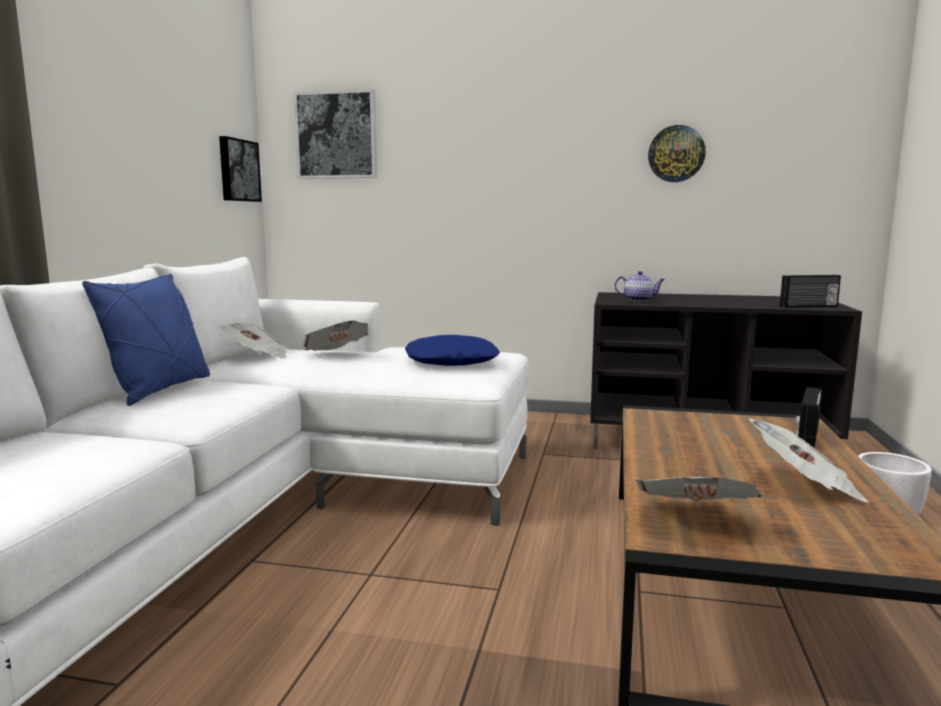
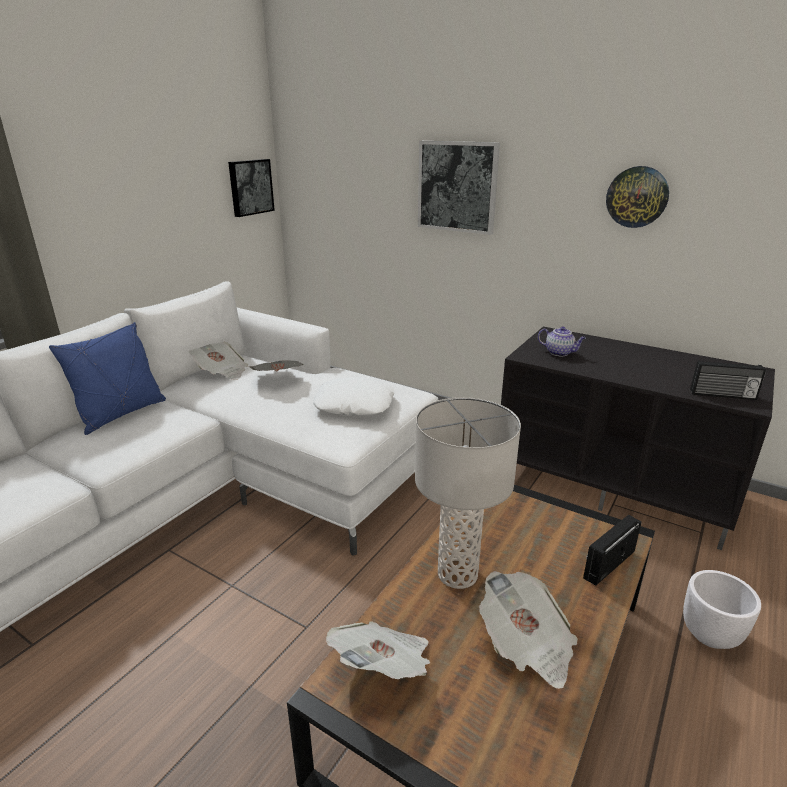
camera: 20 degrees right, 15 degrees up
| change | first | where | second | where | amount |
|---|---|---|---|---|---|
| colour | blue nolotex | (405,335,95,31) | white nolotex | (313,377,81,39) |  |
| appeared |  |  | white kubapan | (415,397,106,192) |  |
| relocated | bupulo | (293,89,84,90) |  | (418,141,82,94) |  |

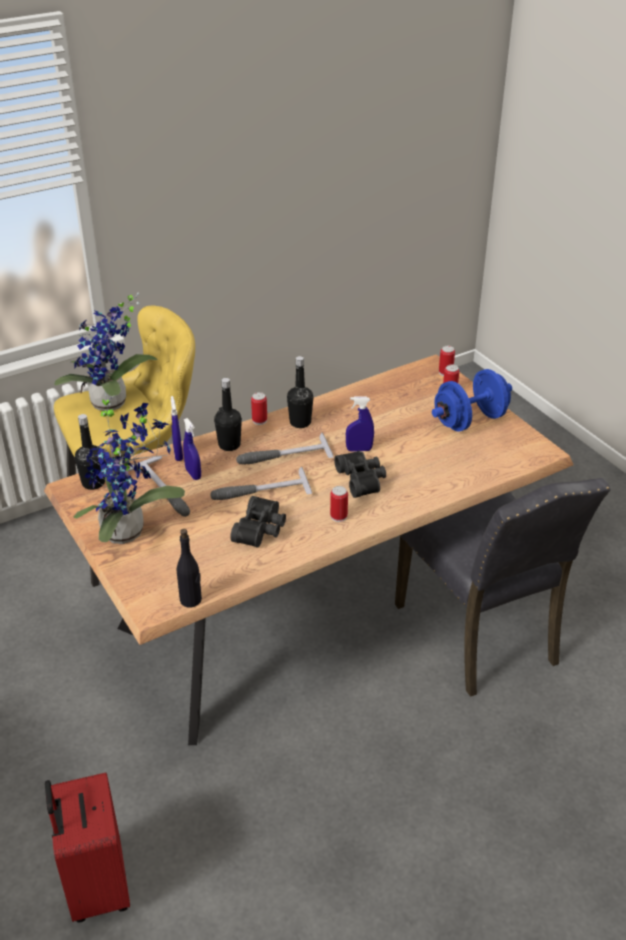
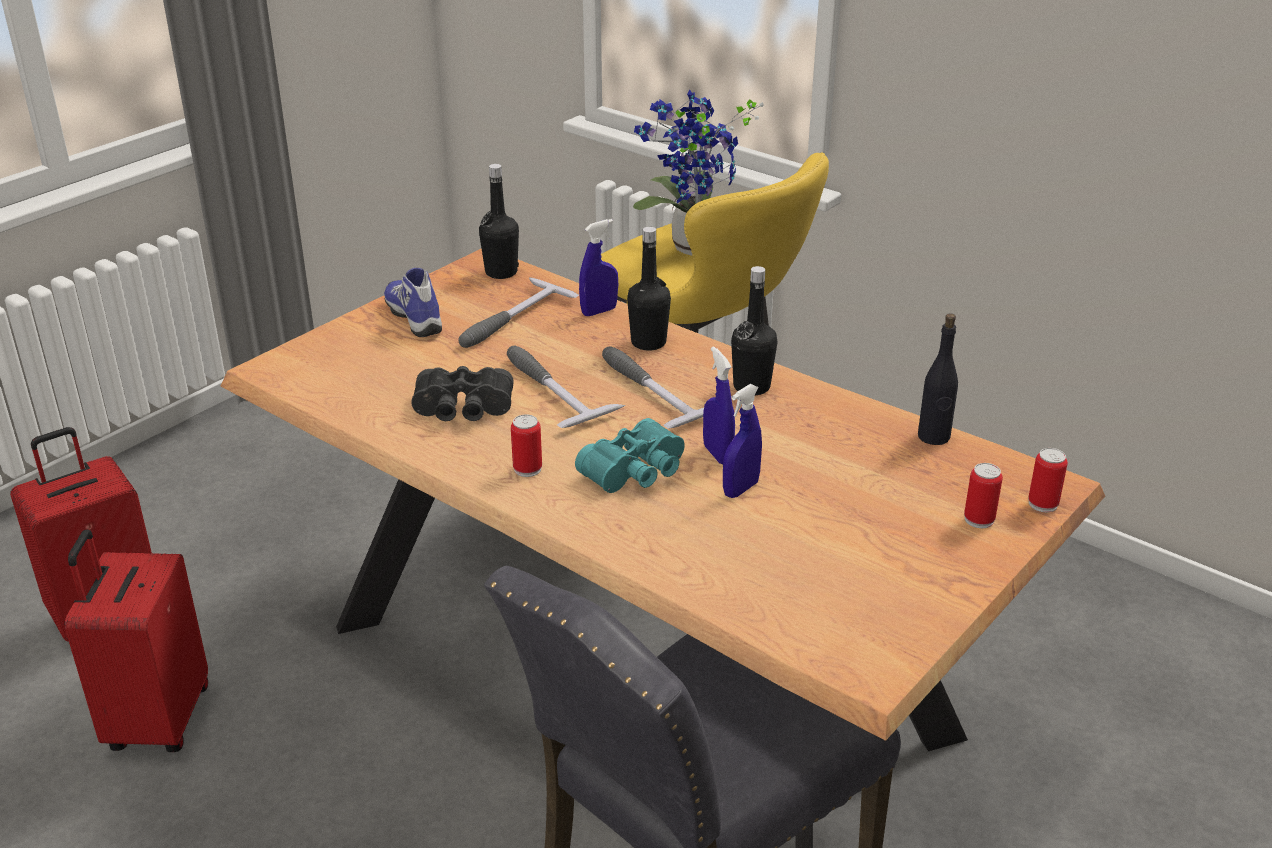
camera: 70 degrees right, 5 degrees down
| change | first | where | second | where | amount |
|---|---|---|---|---|---|
| appeared |  |  | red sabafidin | (65,530,143,222) |  |
| exchanged | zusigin | (74,393,111,151) | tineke | (384,268,58,69) |  |
| colour | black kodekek | (334,451,52,47) | turquoise kodekek | (575,418,110,75) |  |
| relocated | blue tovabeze | (183,418,18,62) |  | (723,384,39,114) |  |
| relocated | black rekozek | (177,529,25,79) |  | (918,313,40,132) |  |
| missing | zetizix | (251,392,16,33) |  |  |  |
| missing | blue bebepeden | (432,369,80,63) |  |  |  |

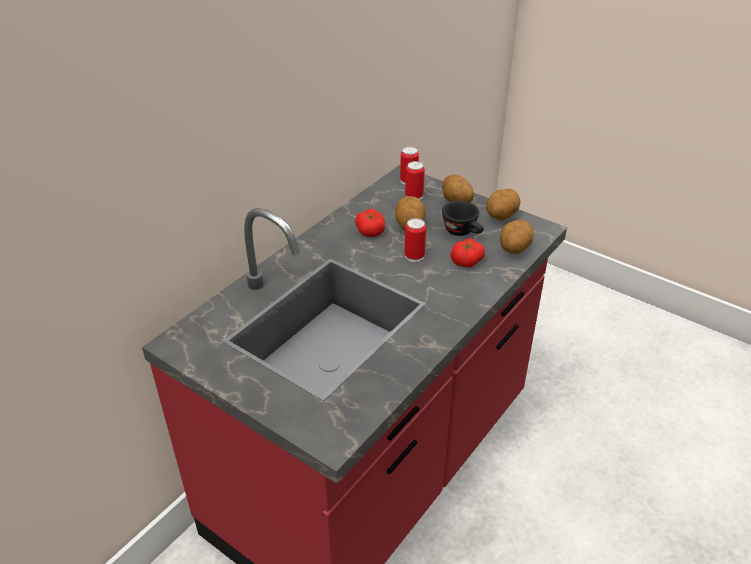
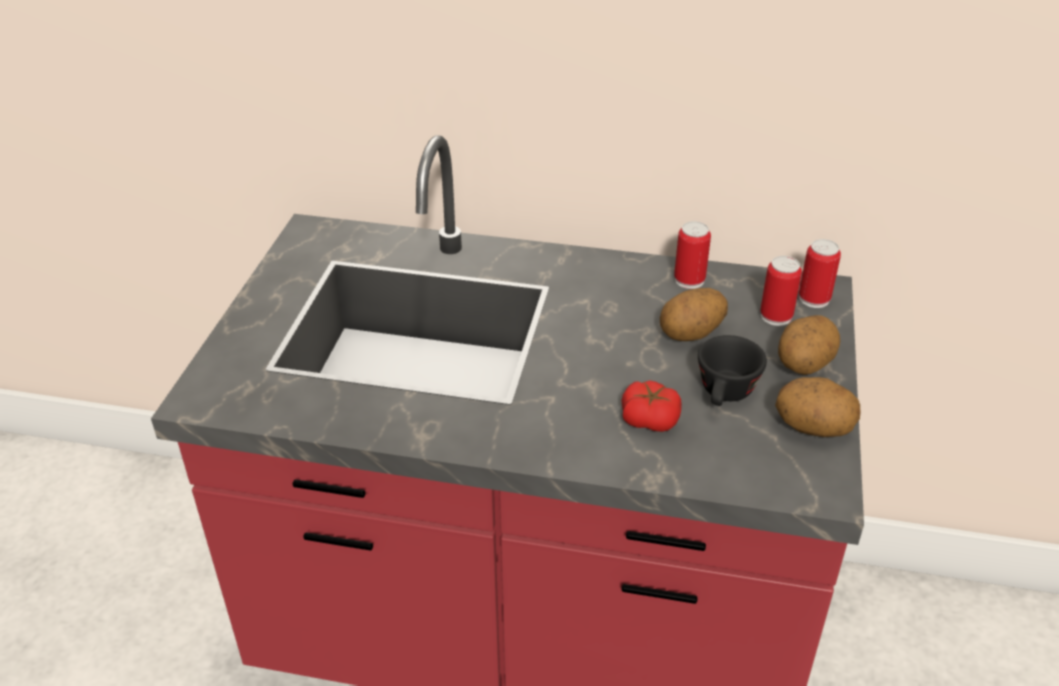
camera: 65 degrees right, 0 degrees up
| change | first | where | second | where | amount |
|---|---|---|---|---|---|
| relocated | zetizix | (405,218,21,44) |  | (674,221,37,68) |  |
| missing | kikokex | (355,209,30,28) |  |  |  |
| missing | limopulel | (500,219,34,35) |  |  |  |

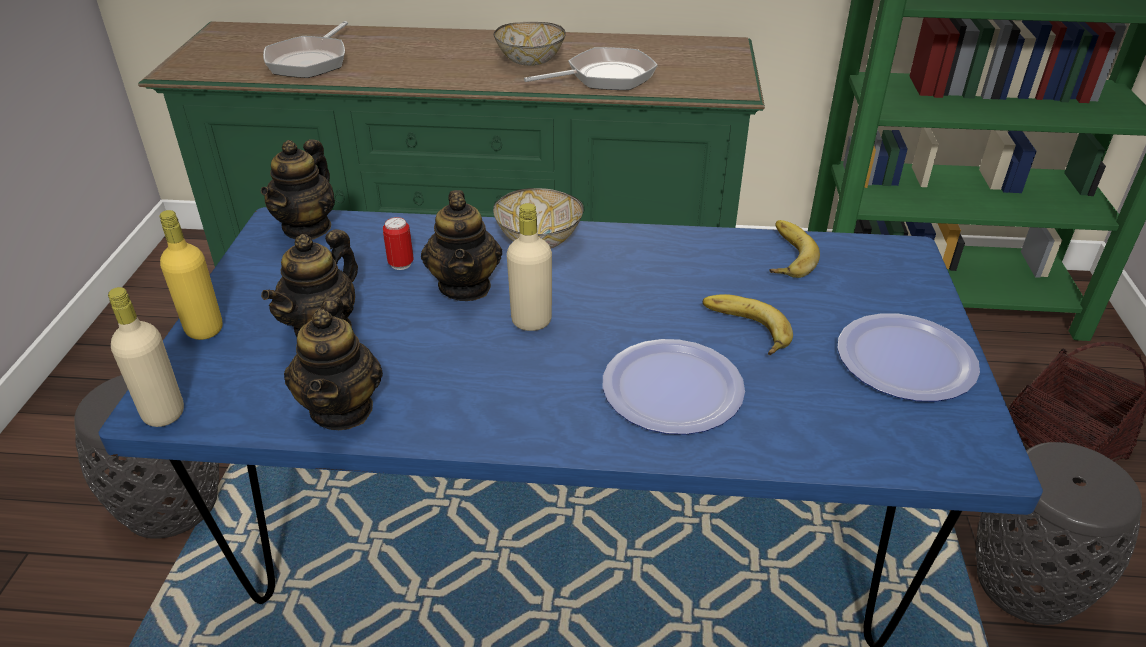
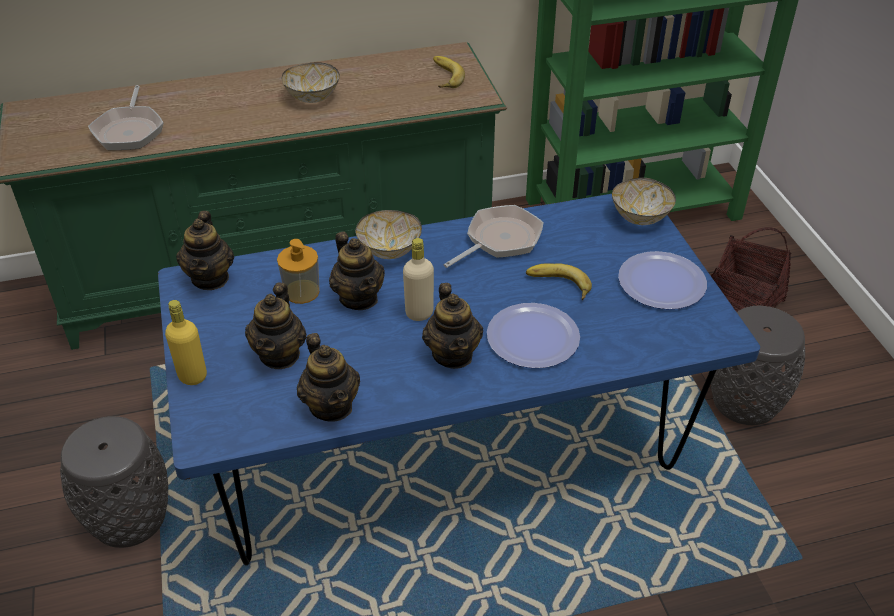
camera: 20 degrees left, 5 degrees up
| change | first | where | second | where | amount |
|---|---|---|---|---|---|
| exchanged | zetizix | (383,217,31,53) | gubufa | (277,239,43,65) |  |
| appeared |  |  | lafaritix | (422,283,61,86) |  |
| relocated | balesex | (769,220,51,58) |  | (433,56,32,32) |  |
| relocated | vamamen | (524,47,134,43) |  | (444,205,100,63) |  |
| appeared |  |  | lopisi | (612,178,64,47) |  |
| missing | beige rekozek | (108,287,76,140) |  |  |  |

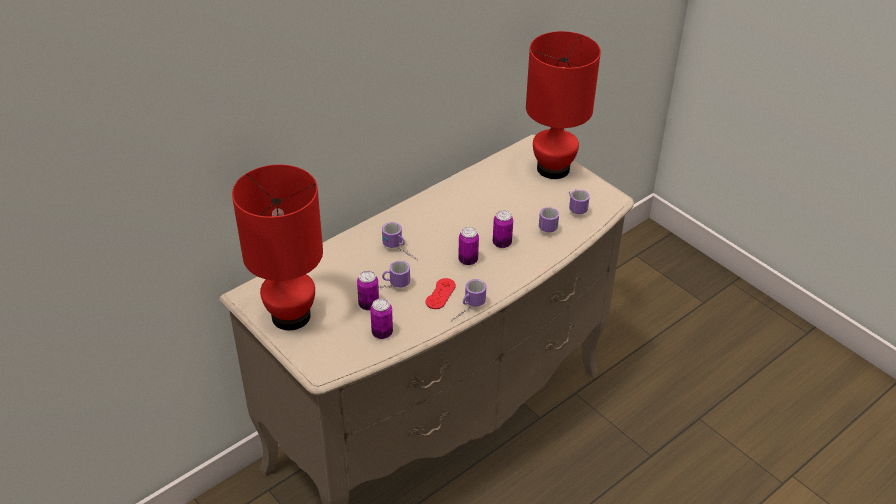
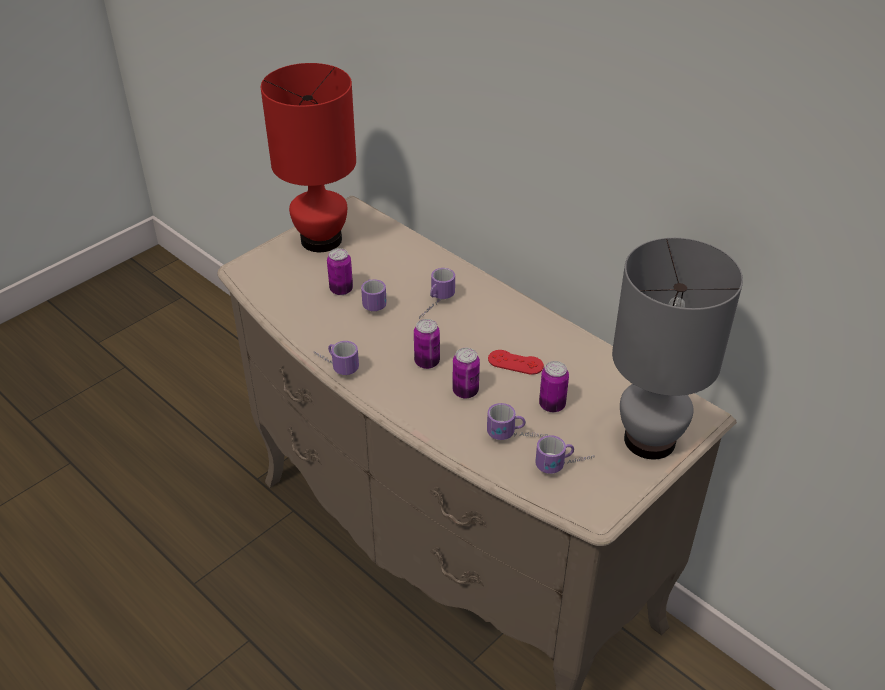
camera: 85 degrees right, 0 degrees up
| change | first | where | second | where | amount |
|---|---|---|---|---|---|
| relocated | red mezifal | (426,278,30,31) |  | (488,350,56,25) |  |
| relocated | zetizix | (370,298,23,41) |  | (539,361,30,51) |  |
| colour | red kubapan | (526,31,75,148) | grey kubapan | (612,238,131,222) |  |

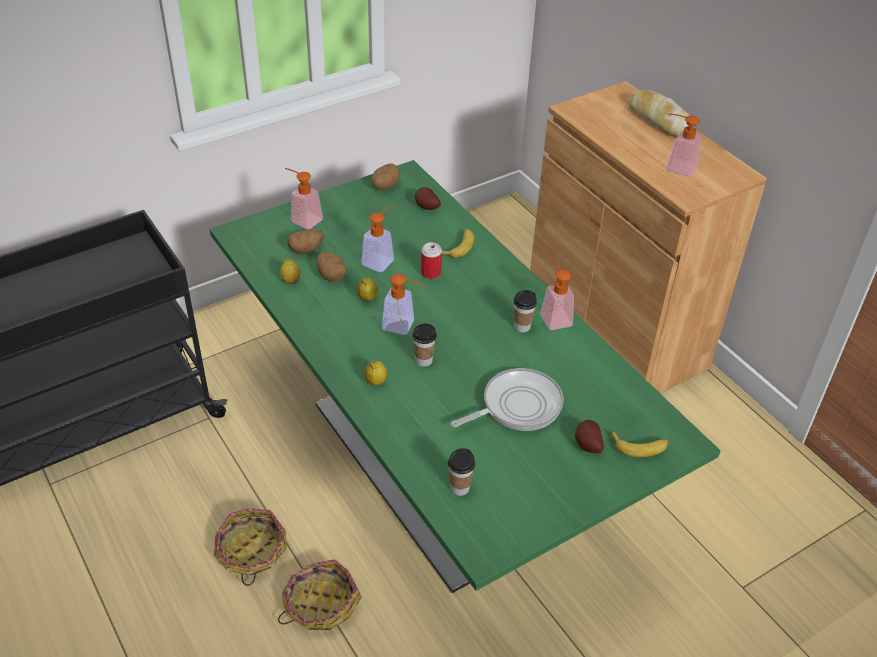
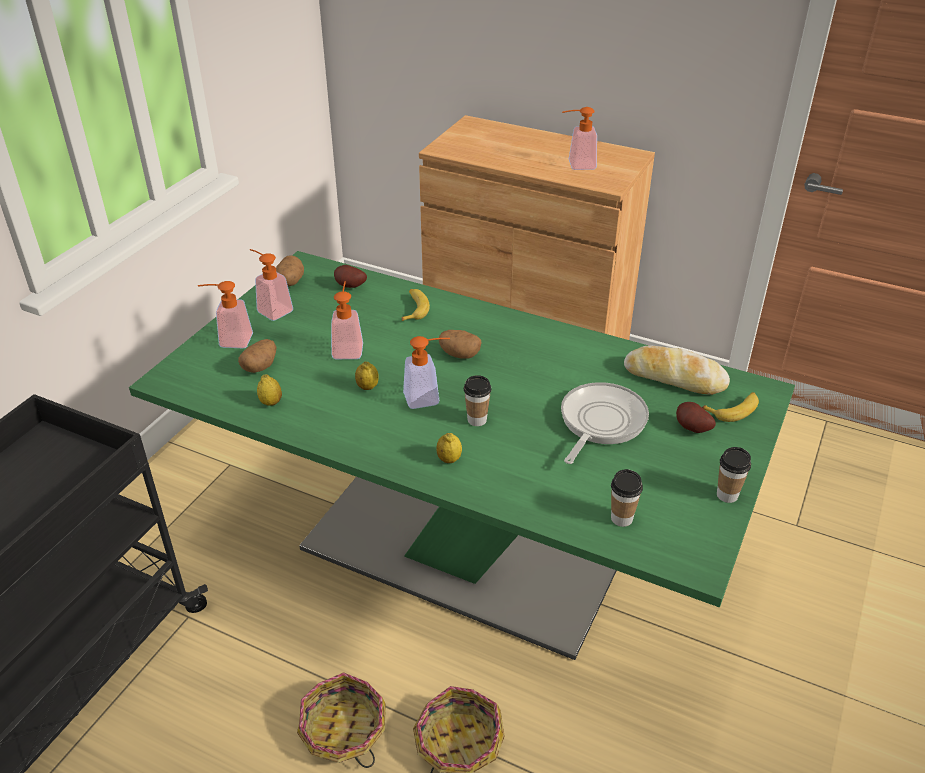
camera: 30 degrees left, 5 degrees down
| change | first | where | second | where | amount |
|---|---|---|---|---|---|
| relocated | gubufa | (540,259,34,71) |  | (250,249,43,72) |  |
| relocated | limopulel | (317,252,30,30) |  | (438,330,44,29) |  |
| relocated | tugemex | (629,90,61,47) |  | (624,346,106,49) |  |
| relocated | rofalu | (513,290,24,42) |  | (717,447,34,56) |  |
| missing | zetizix | (421,242,21,37) |  |  |  |

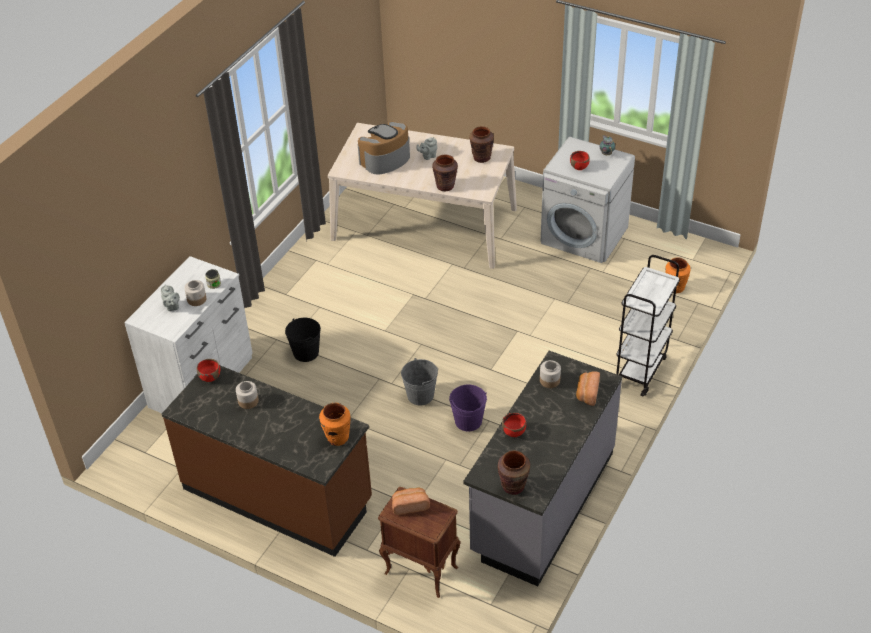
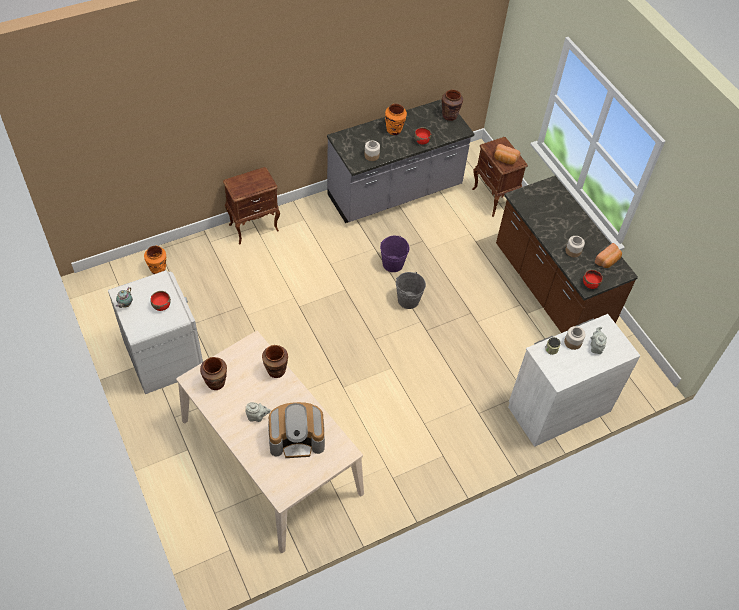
camera: 150 degrees left, 10 degrees up
| change | first | where | second | where | amount |
|---|---|---|---|---|---|
| exchanged | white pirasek | (616,255,64,142) | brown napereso | (223,167,57,78) |  |
| relocated | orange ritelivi | (319,403,32,43) |  | (385,104,22,31) |  |
| relocated | tugemex | (576,371,24,35) |  | (595,243,27,25) |  |
| missing | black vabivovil | (285,318,36,44) |  |  |  |

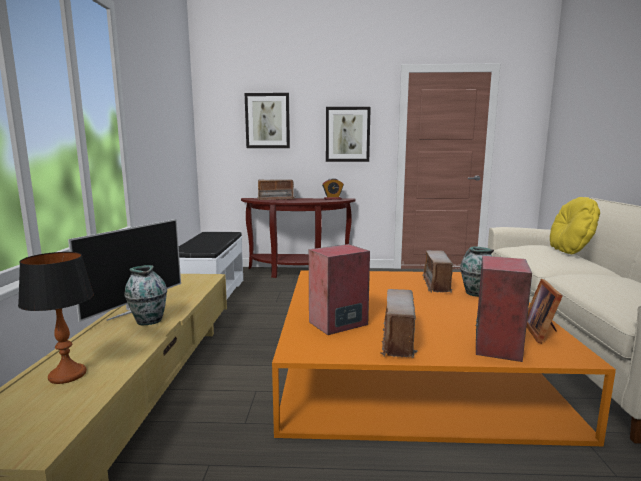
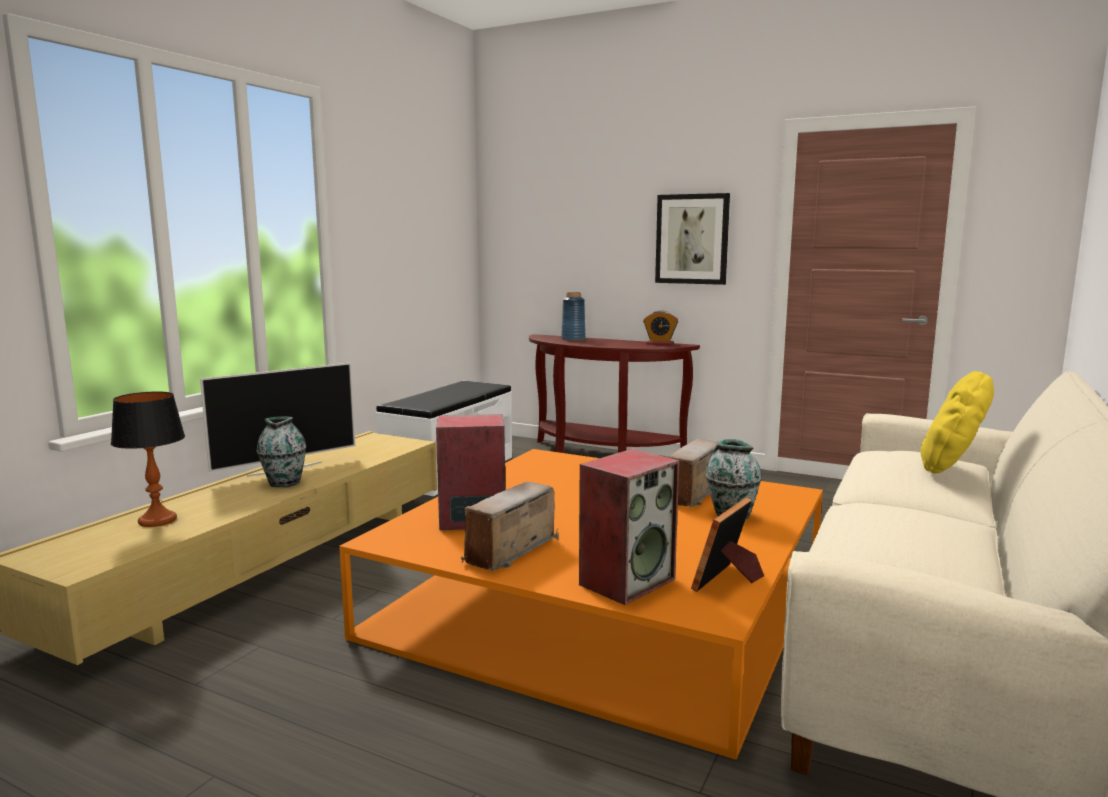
camera: 25 degrees right, 0 degrees up
| change | first | where | second | where | amount |
|---|---|---|---|---|---|
| exchanged | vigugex | (257,179,38,21) | blue ritelivi | (561,292,25,49) |  |
| missing | bupulo | (245,93,45,55) |  |  |  |

